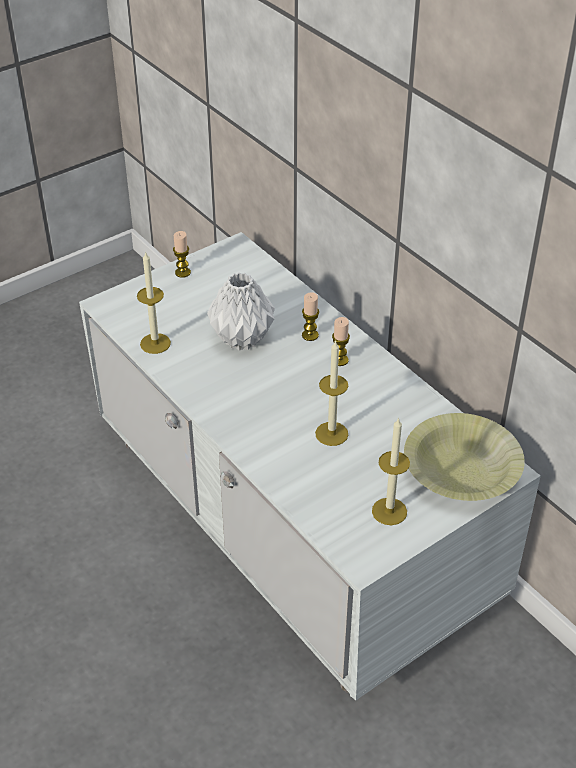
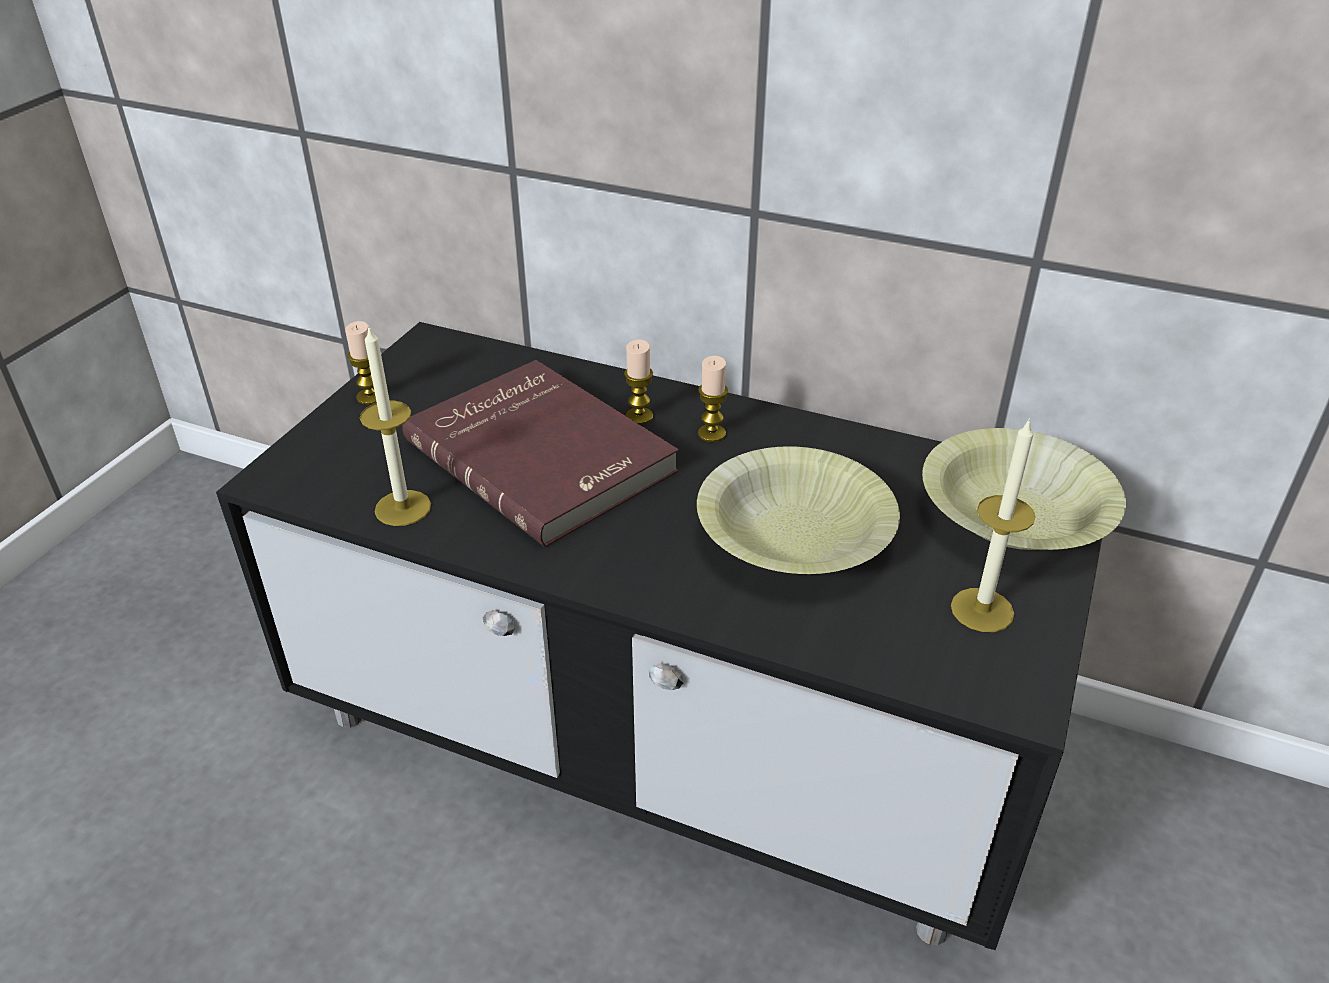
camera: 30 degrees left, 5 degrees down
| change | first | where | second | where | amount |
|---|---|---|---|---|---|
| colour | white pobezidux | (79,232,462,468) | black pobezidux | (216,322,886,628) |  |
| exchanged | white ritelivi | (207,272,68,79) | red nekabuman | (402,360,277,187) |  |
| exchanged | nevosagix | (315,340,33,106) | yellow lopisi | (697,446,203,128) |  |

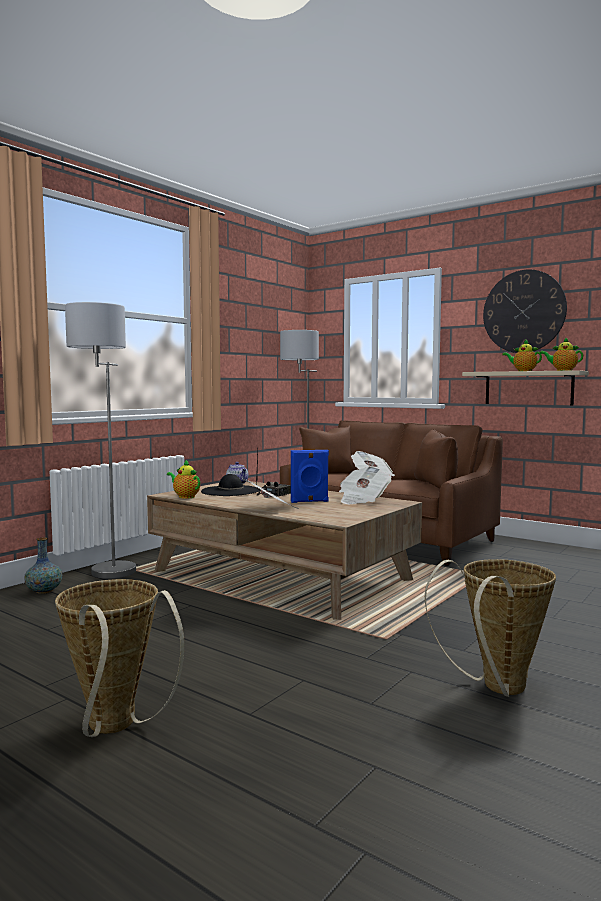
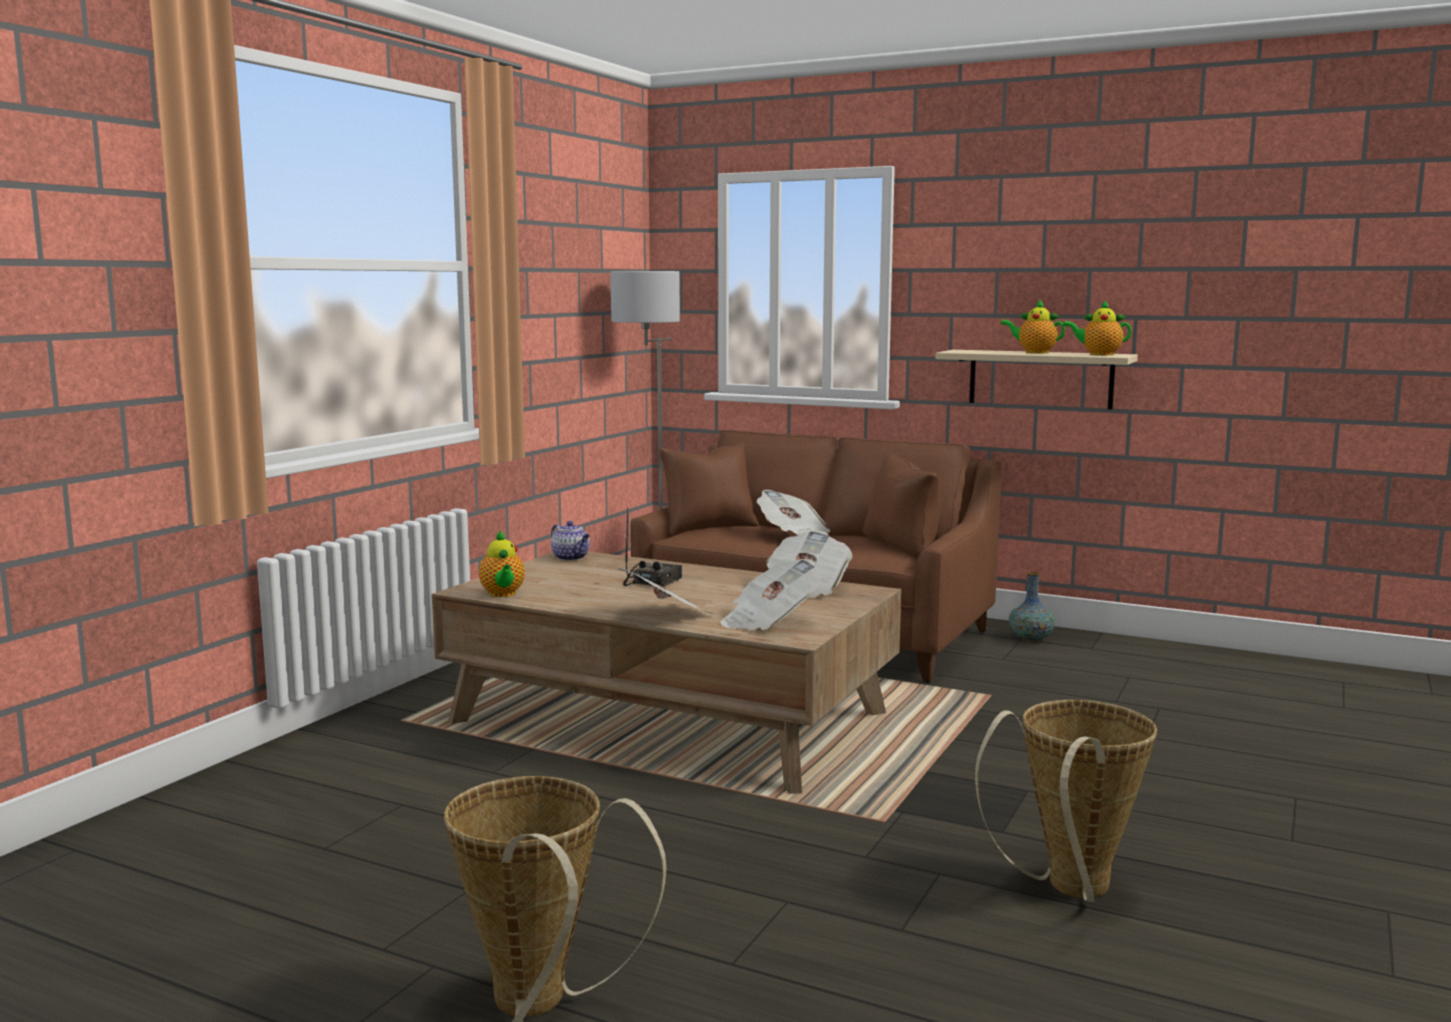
camera: 10 degrees left, 5 degrees up
| change | first | where | second | where | amount |
|---|---|---|---|---|---|
| spun | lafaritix | (167,460,33,39) |  | (479,530,46,67) | 135 degrees counterclockwise |
| appeared |  |  | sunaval | (720,559,102,71) |  |
| relocated | ritelivi | (24,538,38,56) |  | (1009,572,46,70) |  |
| missing | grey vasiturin | (65,302,71,277) |  |  |  |
| missing | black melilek | (201,474,59,22) |  |  |  |
| missing | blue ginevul | (291,450,38,53) |  |  |  |
| missing | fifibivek | (483,269,84,84) |  |  |  |

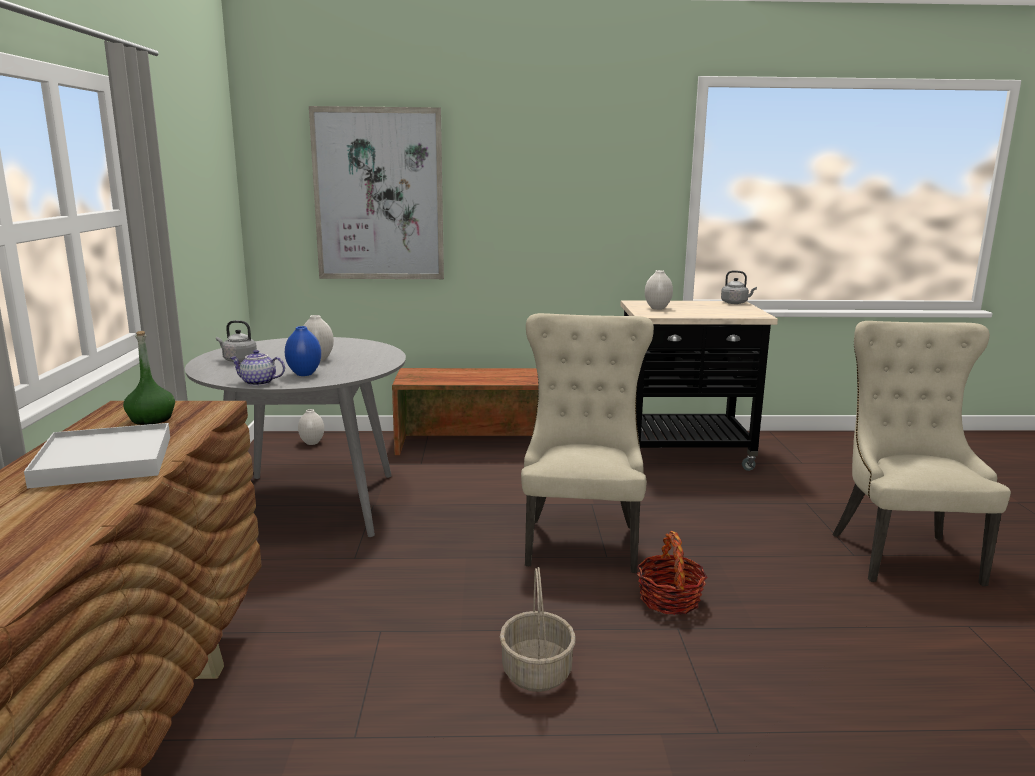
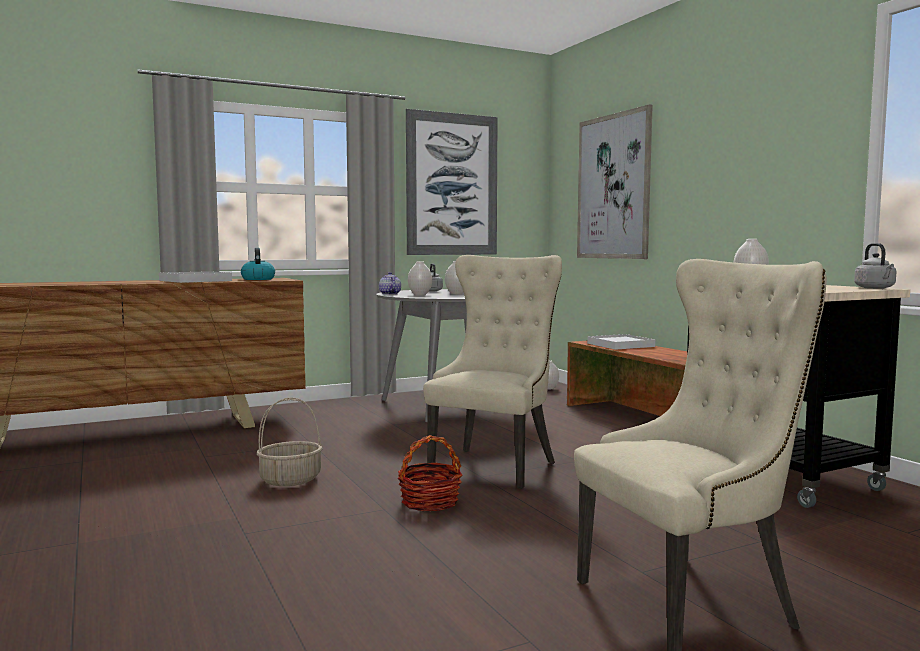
camera: 65 degrees right, 10 degrees down
| change | first | where | second | where | amount |
|---|---|---|---|---|---|
| exchanged | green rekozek | (123,331,52,94) | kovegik | (241,248,34,32) |  |
| appeared |  |  | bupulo | (406,109,92,146) |  |
| colour | blue ritelivi | (285,326,36,50) | white ritelivi | (408,261,24,35) |  |
| spun | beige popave | (521,313,133,260) |  | (423,255,139,234) | 45 degrees counterclockwise |
| appeared |  |  | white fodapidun | (587,334,68,16) |  |

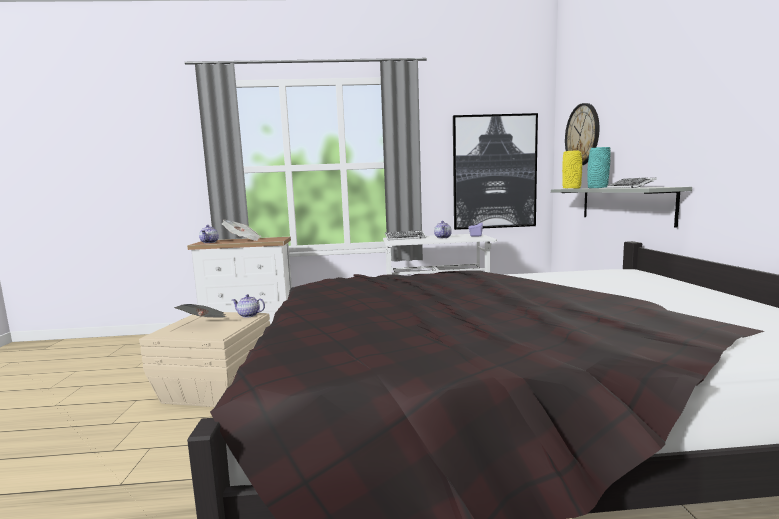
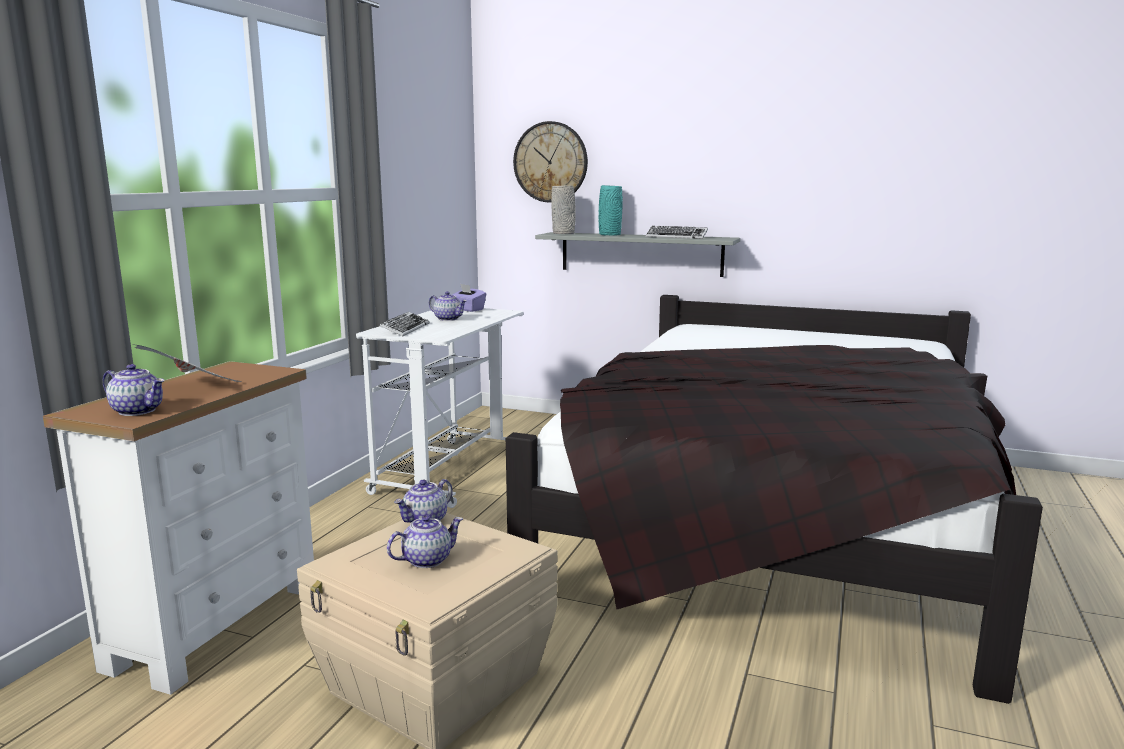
camera: 65 degrees left, 5 degrees up
| change | first | where | second | where | amount |
|---|---|---|---|---|---|
| exchanged | sunaval | (174,304,53,14) | lafaritix | (387,515,76,53) |  |
| colour | yellow ritelivi | (562,150,20,38) | grey ritelivi | (551,185,25,49) |  |
| missing | bupulo | (453,113,85,117) |  |  |  |

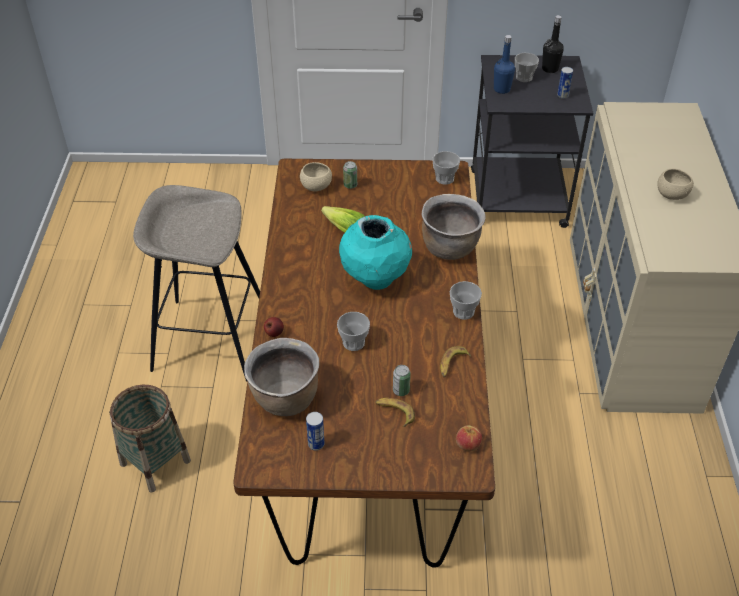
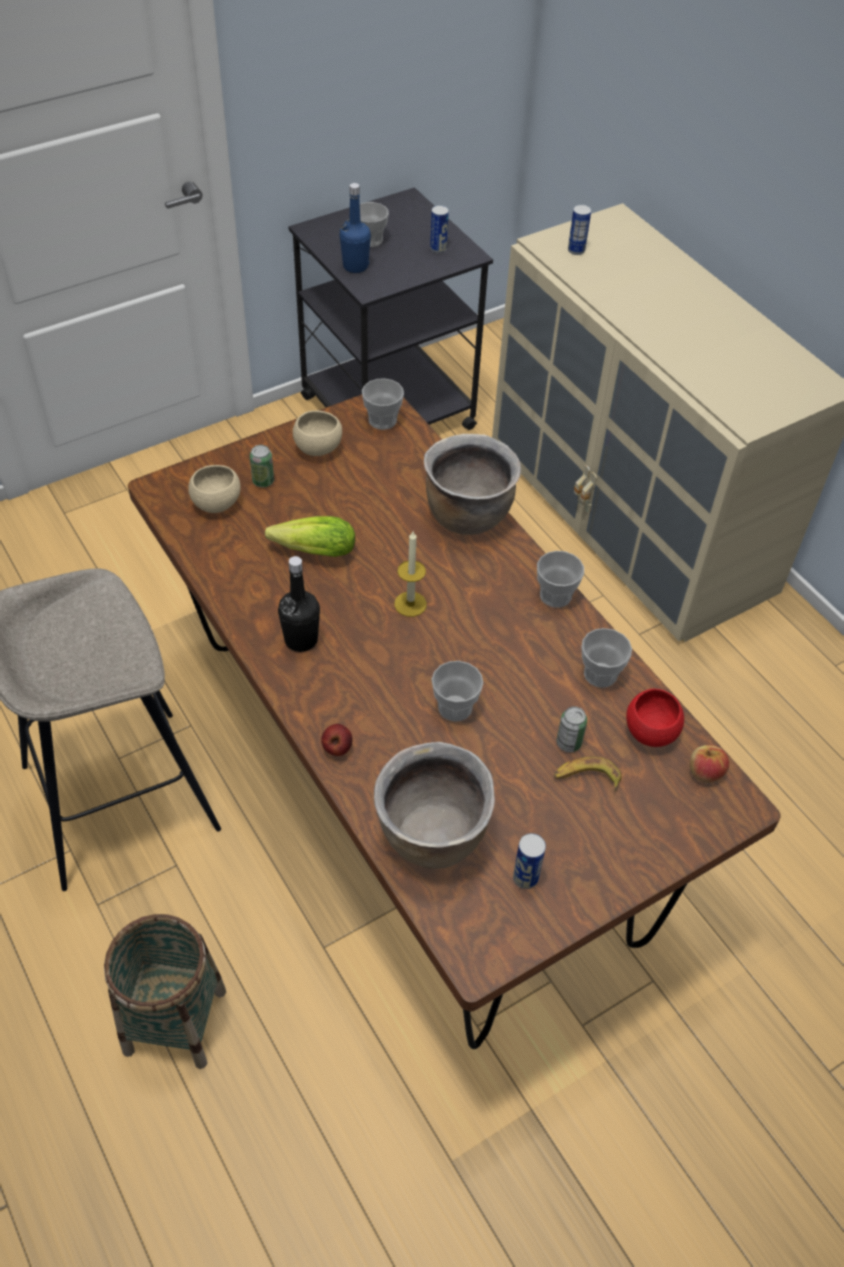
camera: 35 degrees left, 5 degrees up
| change | first | where | second | where | amount |
|---|---|---|---|---|---|
| relocated | black rekozek | (542,15,22,58) |  | (278,556,42,96) |  |
| relocated | beige lopisi | (657,168,37,32) |  | (293,411,49,45) |  |
| exchanged | turquoise ritelivi | (339,215,73,75) | nevosagix | (394,532,33,85) |  |
| appeared |  |  | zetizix | (568,205,23,50) |  |
| exchanged | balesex | (440,346,31,31) | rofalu | (582,628,50,60) |  |
| appeared |  |  | red lopisi | (626,689,58,58) |  |

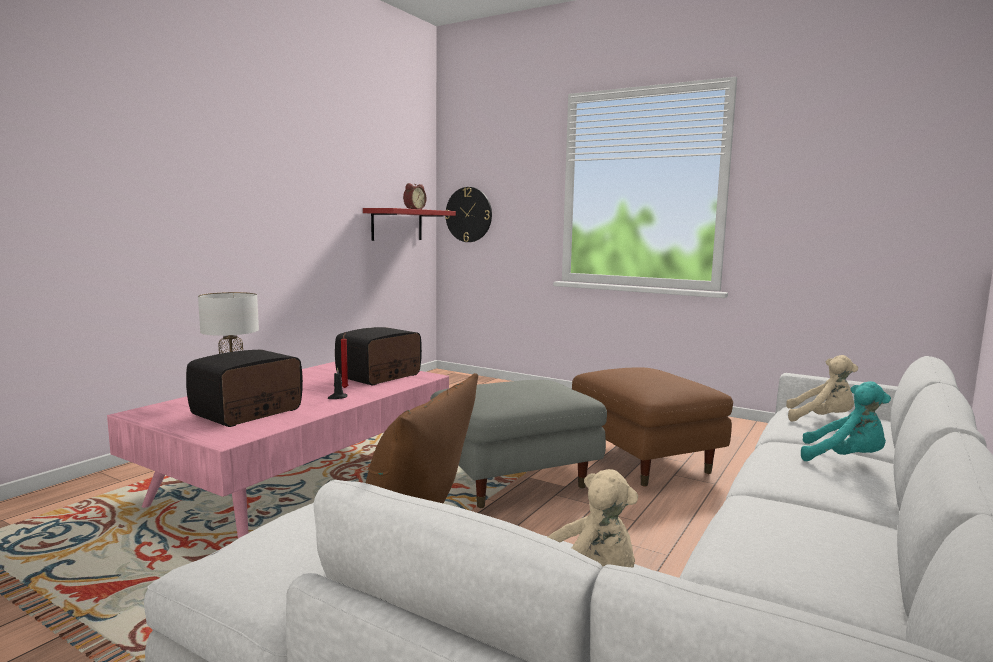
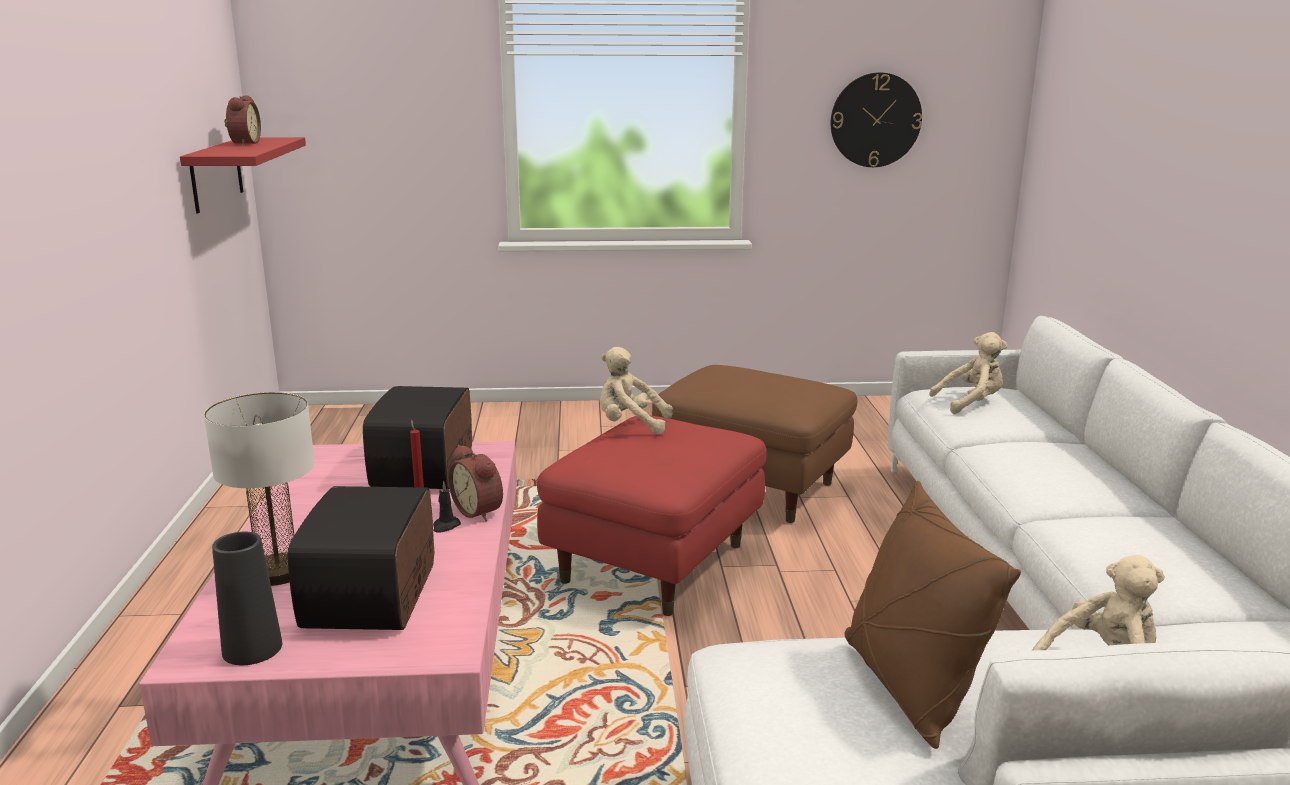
camera: 35 degrees left, 10 degrees up
| change | first | where | second | where | amount |
|---|---|---|---|---|---|
| appeared |  |  | black ritelivi | (212,531,70,134) |  |
| appeared |  |  | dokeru | (448,445,55,77) |  |
| colour | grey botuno | (431,380,176,128) | red botuno | (537,415,230,201) |  |
| appeared |  |  | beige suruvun | (600,347,73,87) |  |
| relocated | fifibivek | (445,187,47,55) |  | (831,72,91,95) |  |
| missing | turquoise suruvun | (801,381,90,80) |  |  |  |

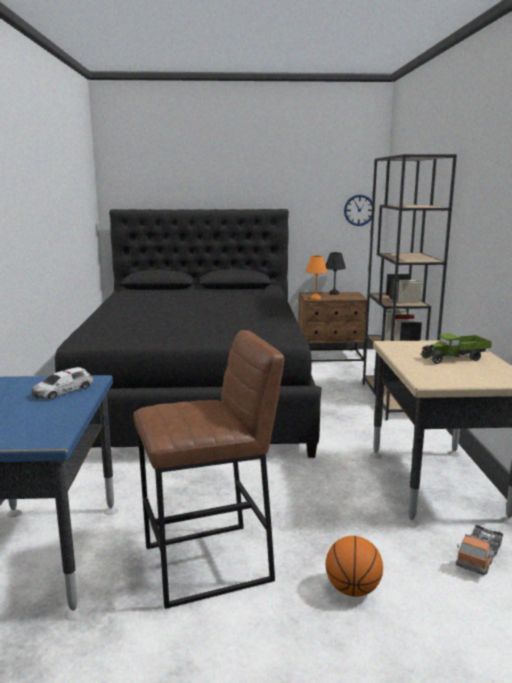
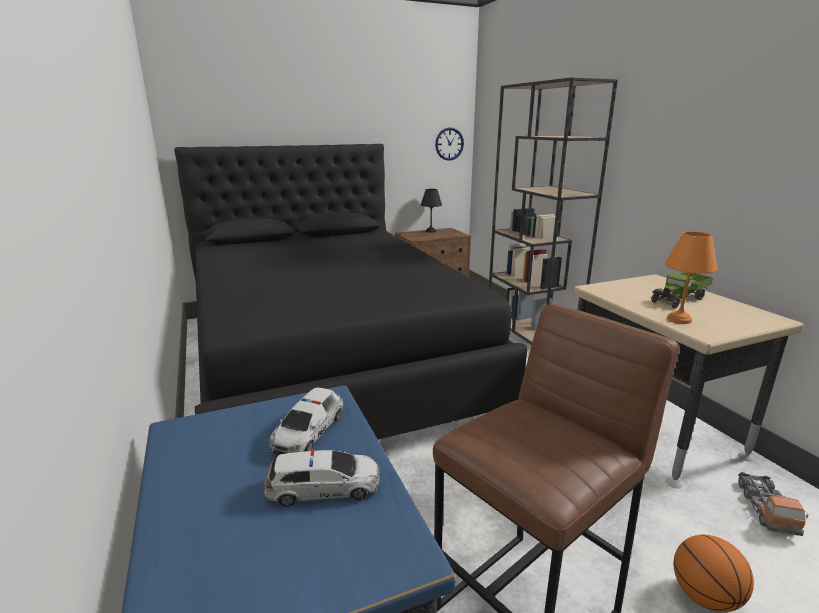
camera: 20 degrees left, 5 degrees up
| change | first | where | second | where | amount |
|---|---|---|---|---|---|
| appeared |  |  | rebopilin | (264,449,116,58) |  |
| relocated | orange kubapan | (306,256,22,44) |  | (665,231,53,93) |  |

